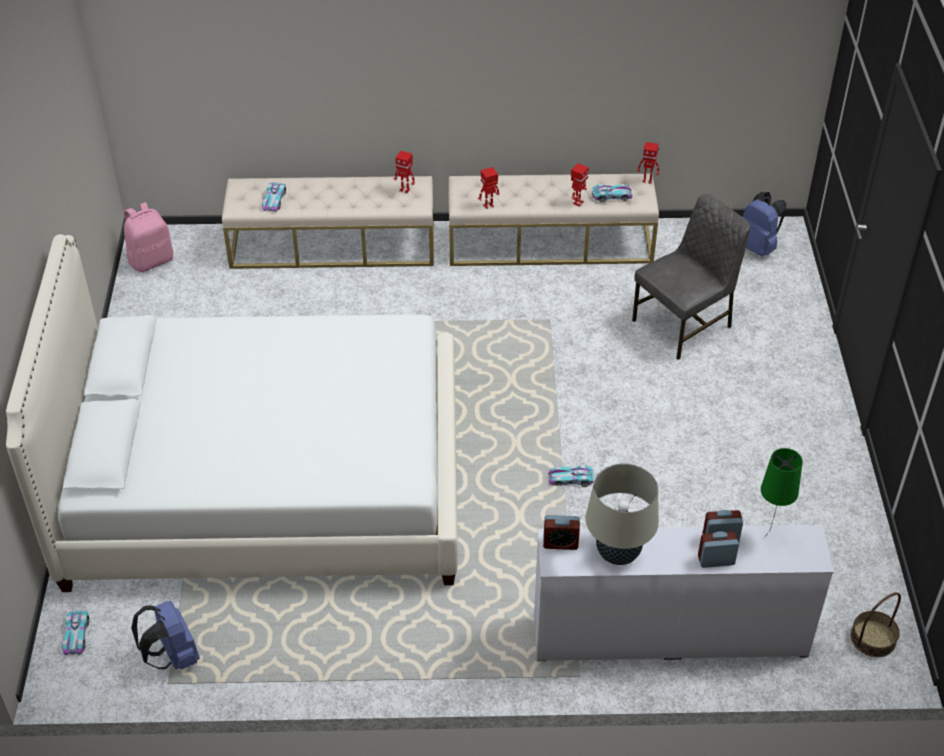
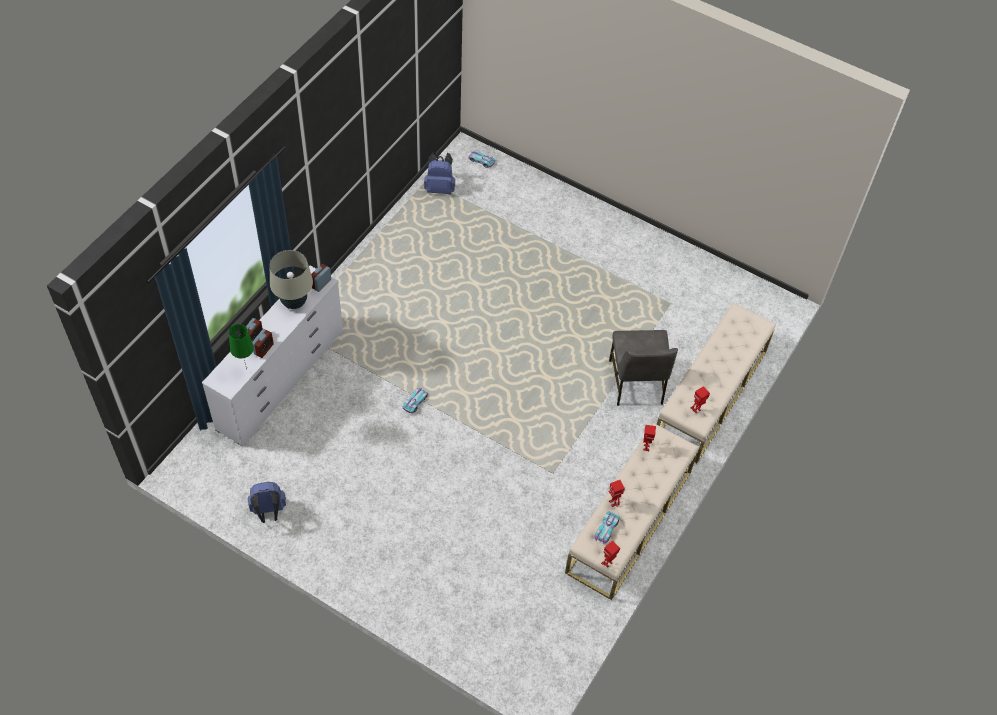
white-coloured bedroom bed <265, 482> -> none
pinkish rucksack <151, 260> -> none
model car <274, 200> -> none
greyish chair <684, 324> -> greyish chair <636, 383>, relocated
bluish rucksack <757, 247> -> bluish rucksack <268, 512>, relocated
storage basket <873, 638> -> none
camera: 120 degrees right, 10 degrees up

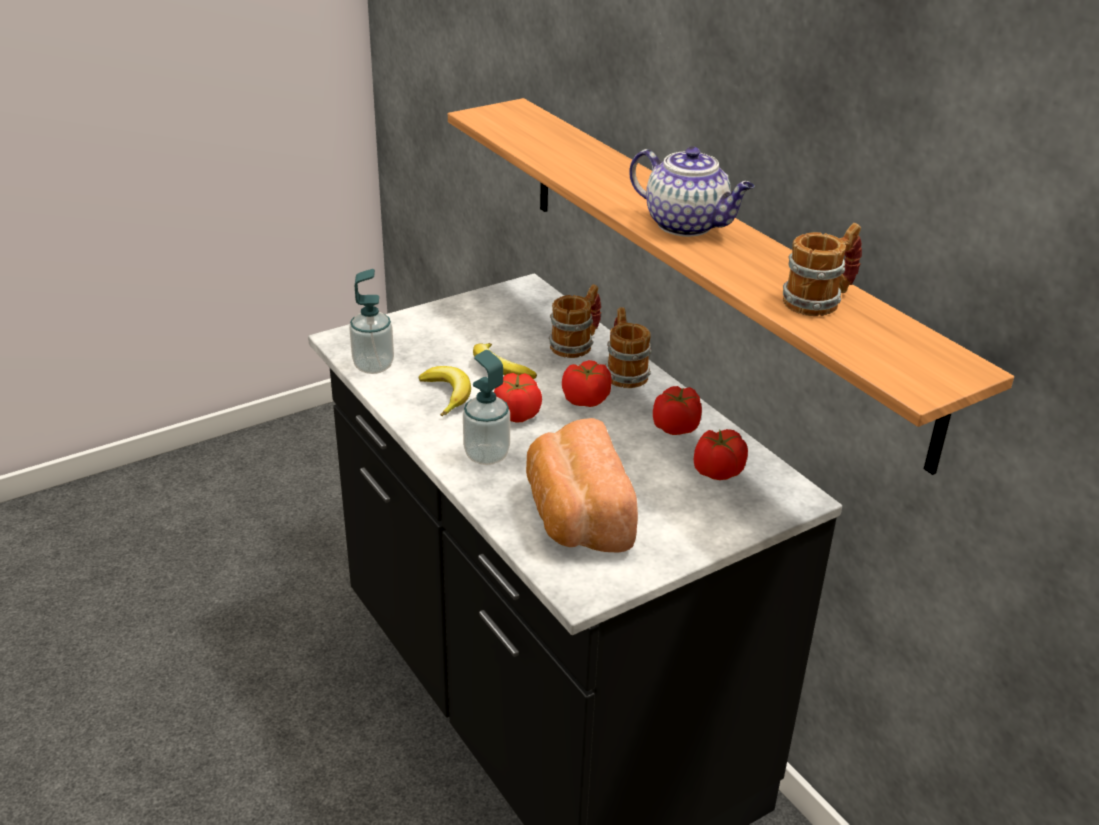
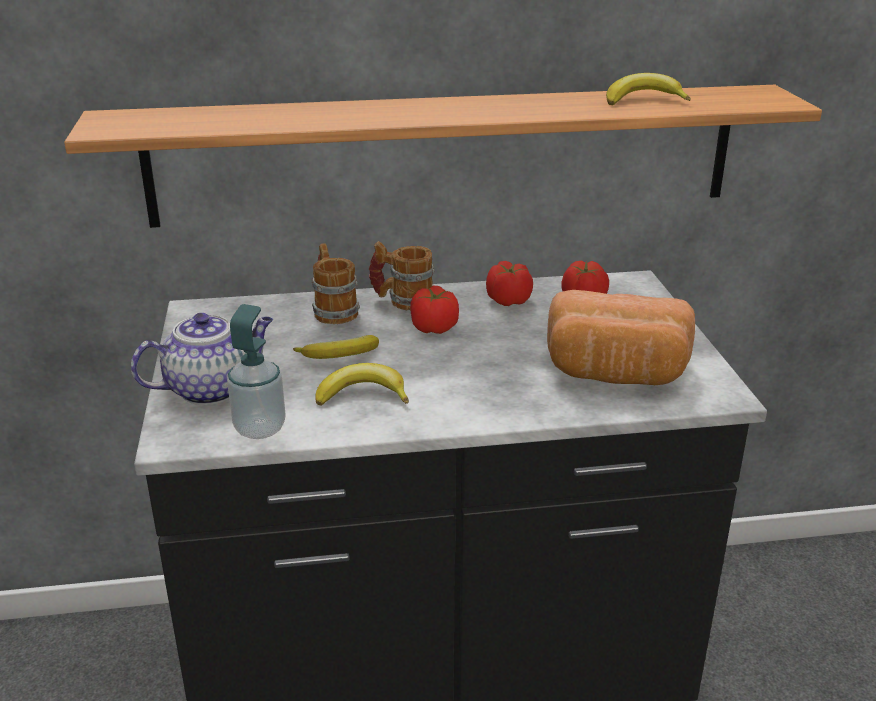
soap dispenser <486, 455> -> none
whole tomato <517, 414> -> none
teapot <687, 225> -> teapot <211, 389>, relocated
coffee mug <820, 300> -> banana fruit <644, 100>
camera: 65 degrees left, 5 degrees down

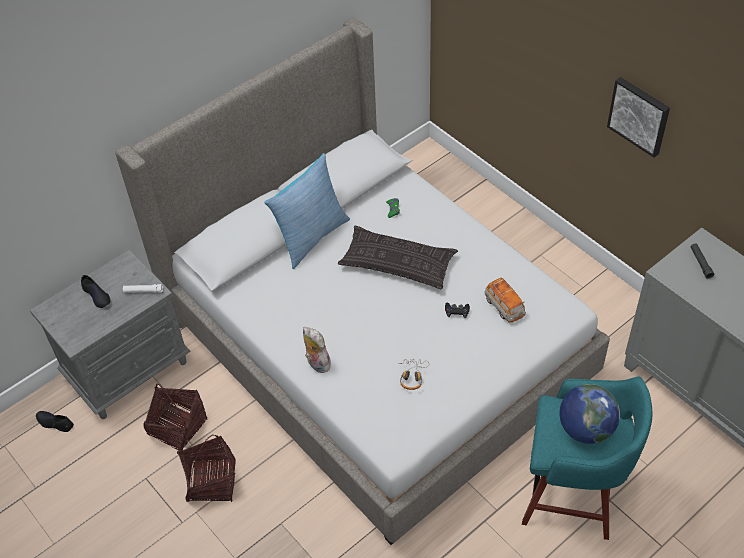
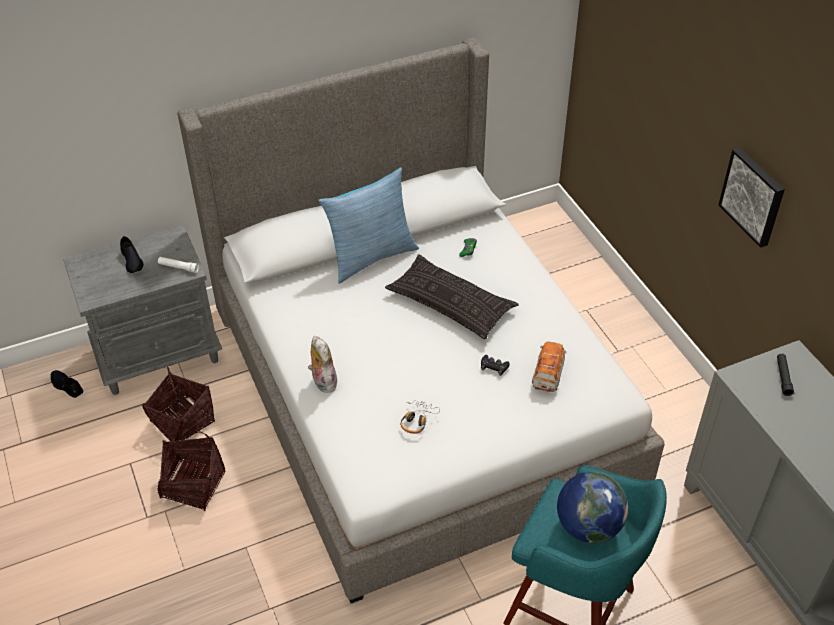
model car <504, 307> -> model car <548, 375>, 150 degrees counterclockwise
camera: 15 degrees right, 5 degrees down

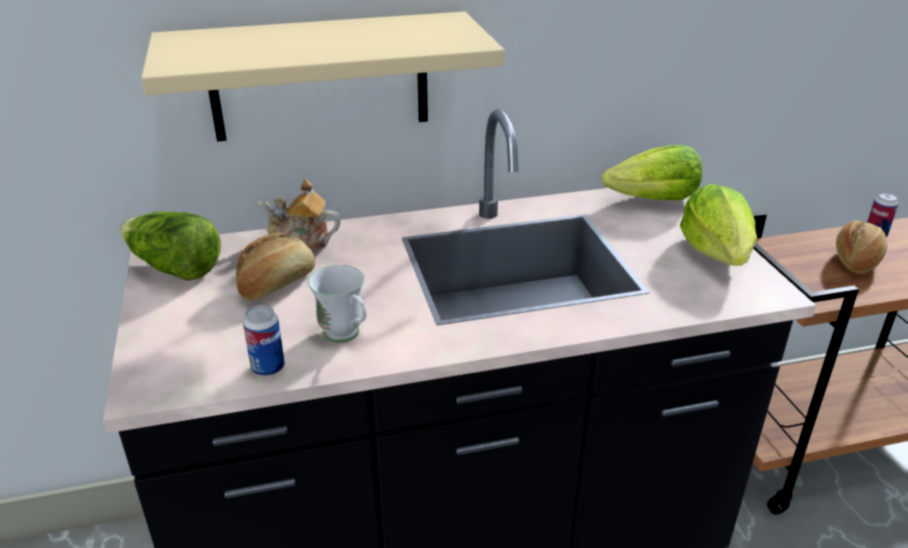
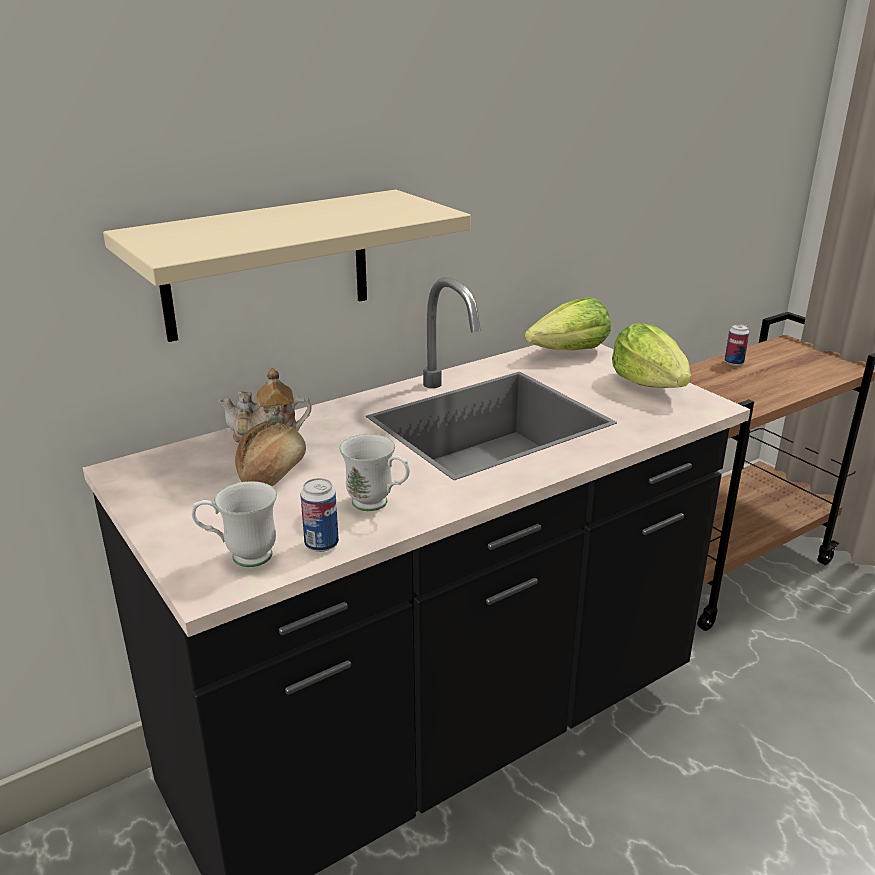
lettuce head <174, 268> -> none
bread <856, 260> -> none
none -> white-coloured coffee mug <241, 557>
camera: 20 degrees left, 5 degrees down

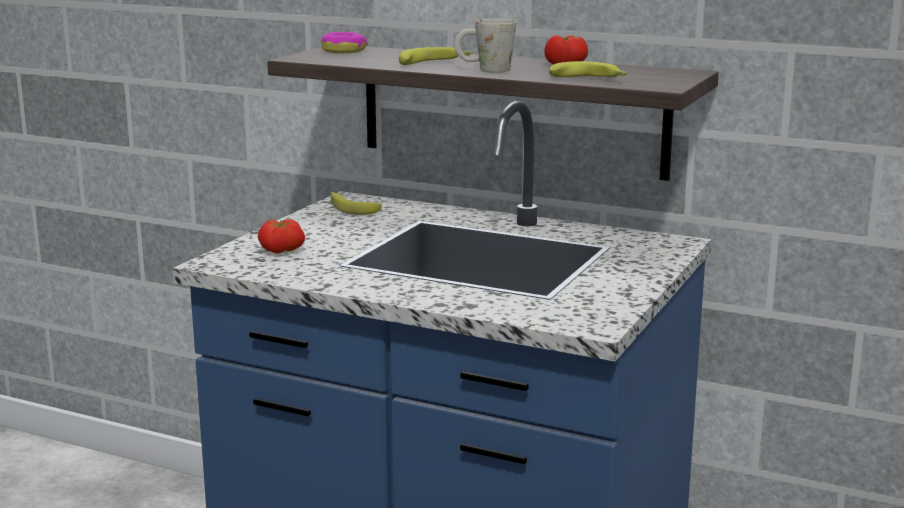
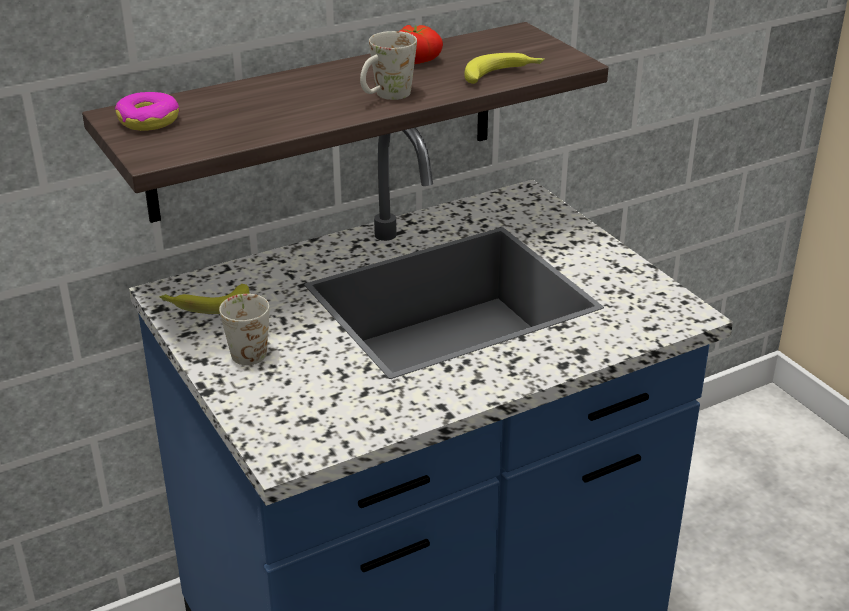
whole tomato <280, 251> -> none
banana fruit <435, 63> -> none
none -> white-coloured coffee mug <246, 348>
camera: 55 degrees left, 15 degrees up

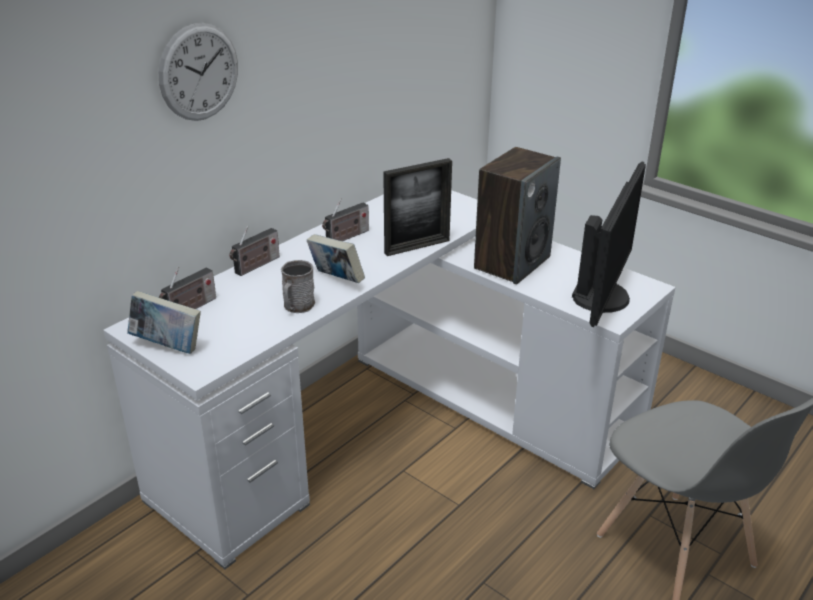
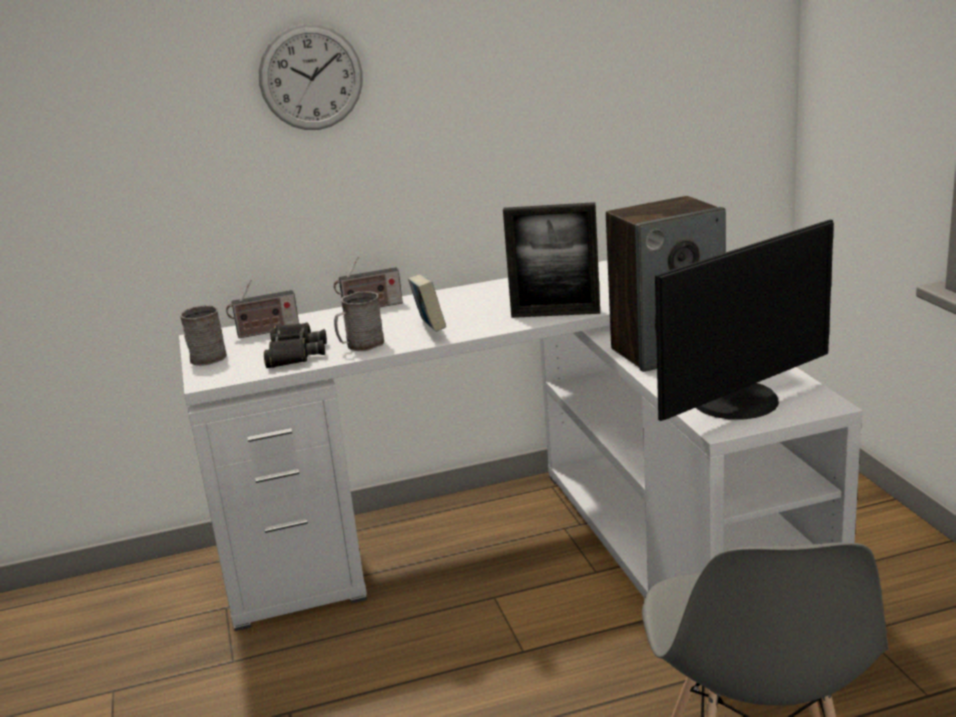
book <168, 346> -> greyish coffee mug <209, 356>
radio set <346, 237> -> none
none -> black-coloured binoculars <294, 353>
camera: 35 degrees right, 10 degrees down

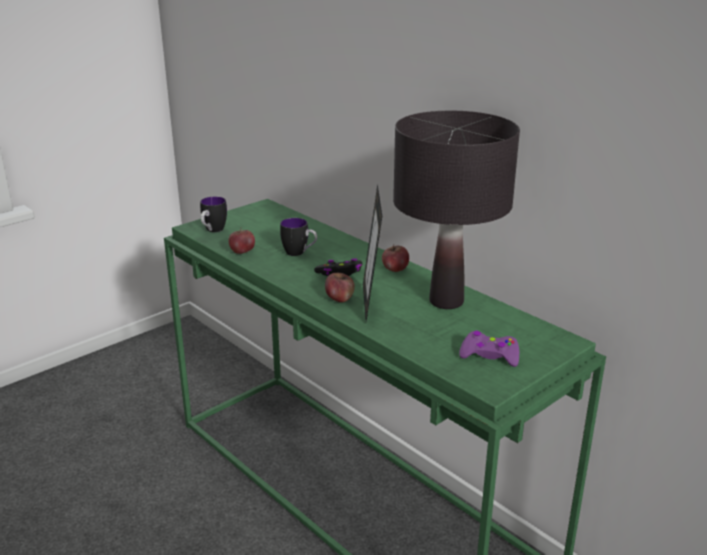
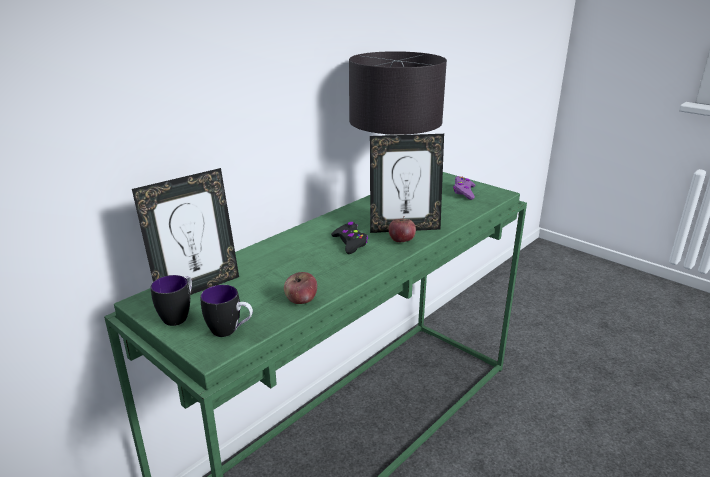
coffee mug <299, 253> -> coffee mug <179, 315>, relocated
apple <395, 269> -> none
none -> picture frame <197, 288>
camera: 95 degrees left, 0 degrees up

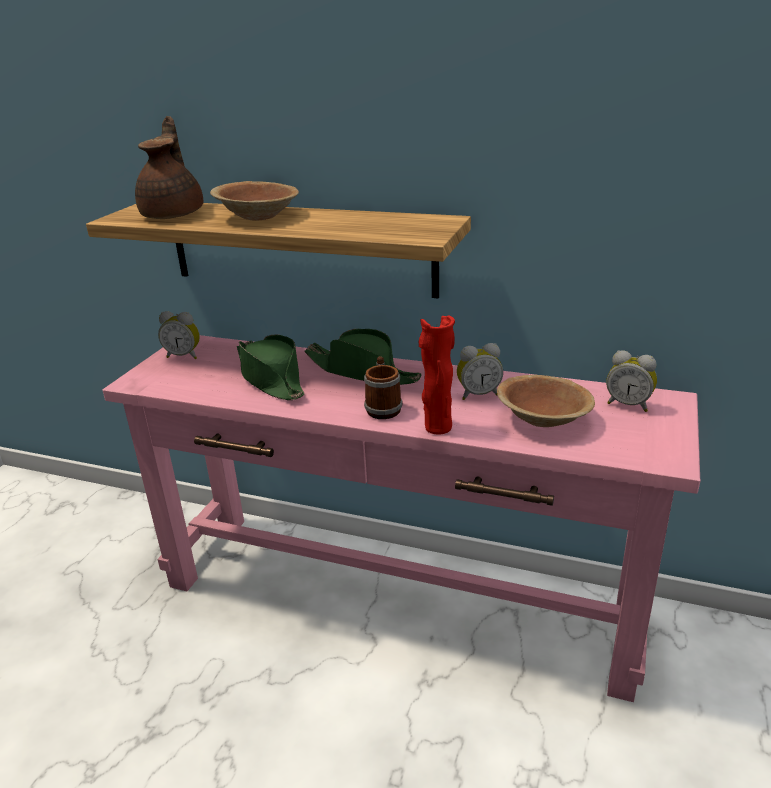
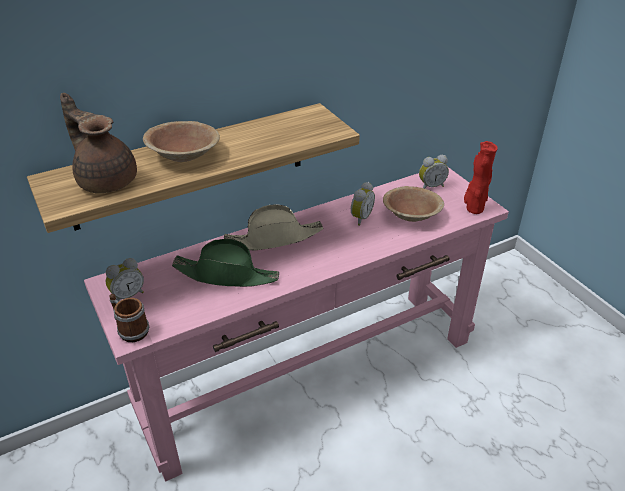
green clothing hat <362, 371> -> sand-coloured clothing hat <274, 238>
coffee mug <383, 407> -> coffee mug <130, 329>, relocated
red-coloured flower vase <437, 427> -> red-coloured flower vase <473, 209>, relocated
camera: 50 degrees left, 10 degrees up

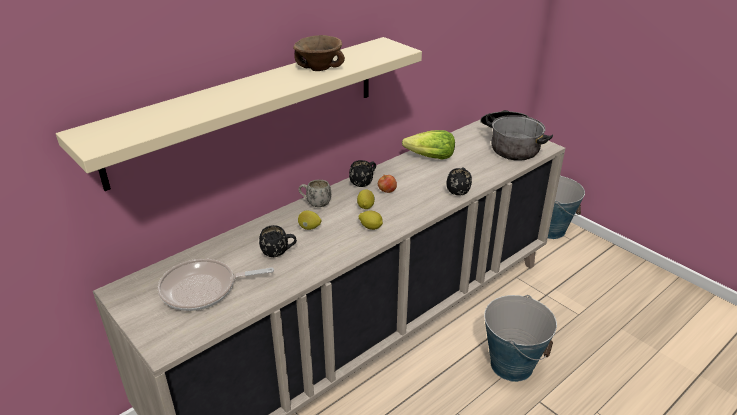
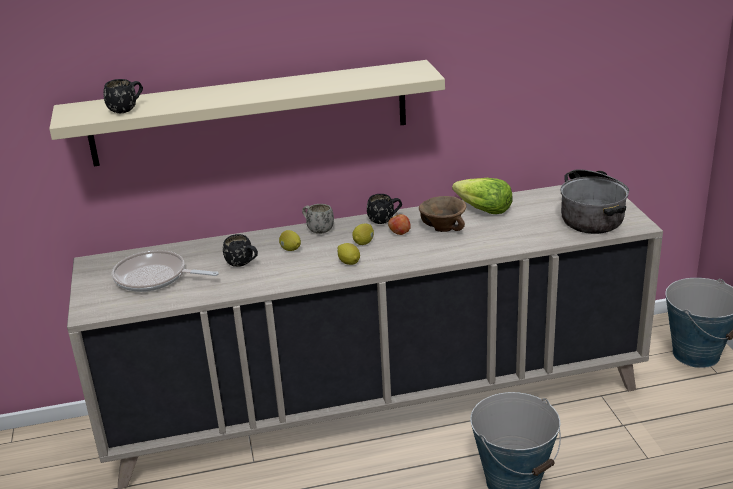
brown-coloured bowl <320, 69> -> brown-coloured bowl <443, 229>, relocated
black-coloured coffee mug <458, 190> -> black-coloured coffee mug <127, 109>, relocated
camera: 30 degrees right, 5 degrees down

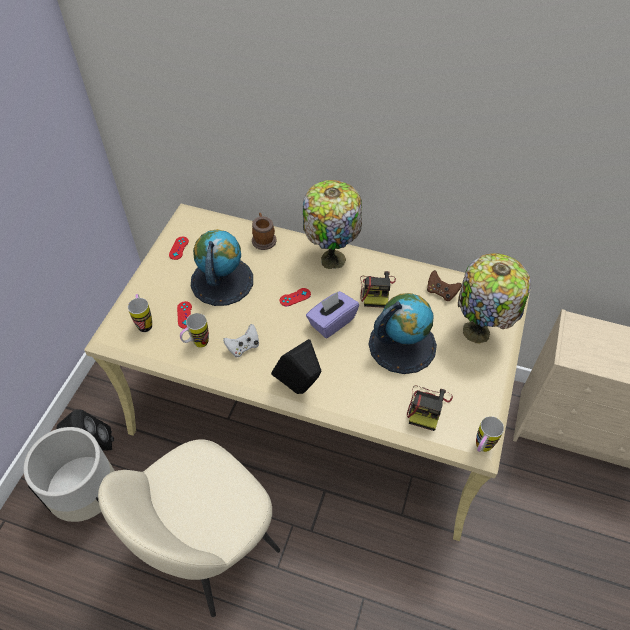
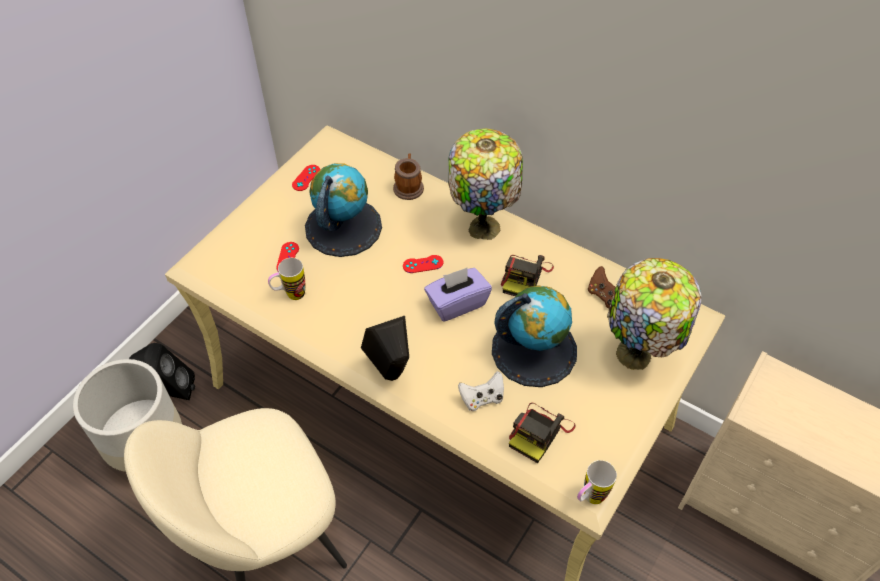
coffee mug <144, 322> -> none
white-coloured joypad <243, 347> -> white-coloured joypad <482, 398>, relocated
camera: 15 degrees right, 0 degrees up

